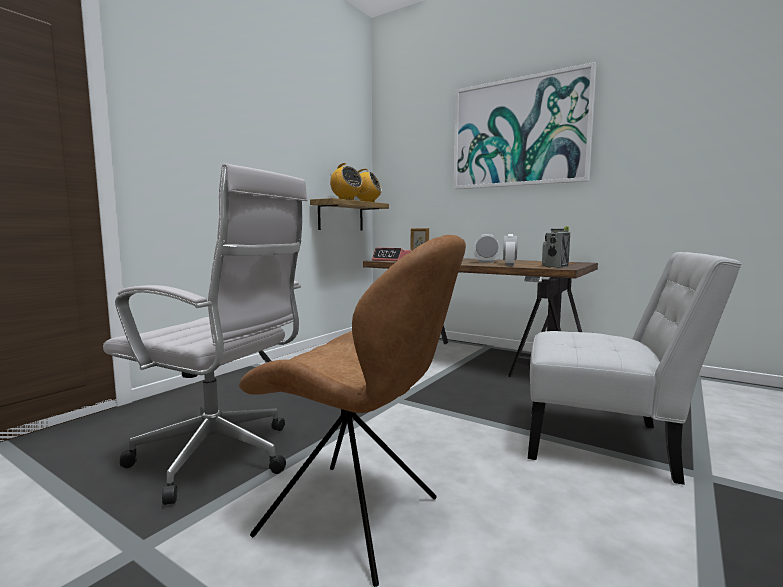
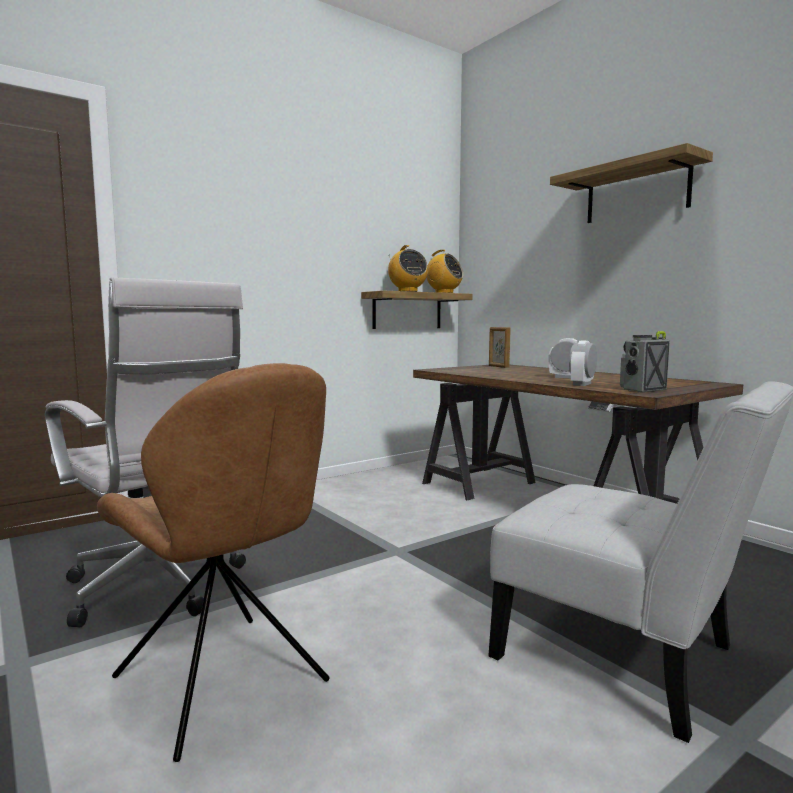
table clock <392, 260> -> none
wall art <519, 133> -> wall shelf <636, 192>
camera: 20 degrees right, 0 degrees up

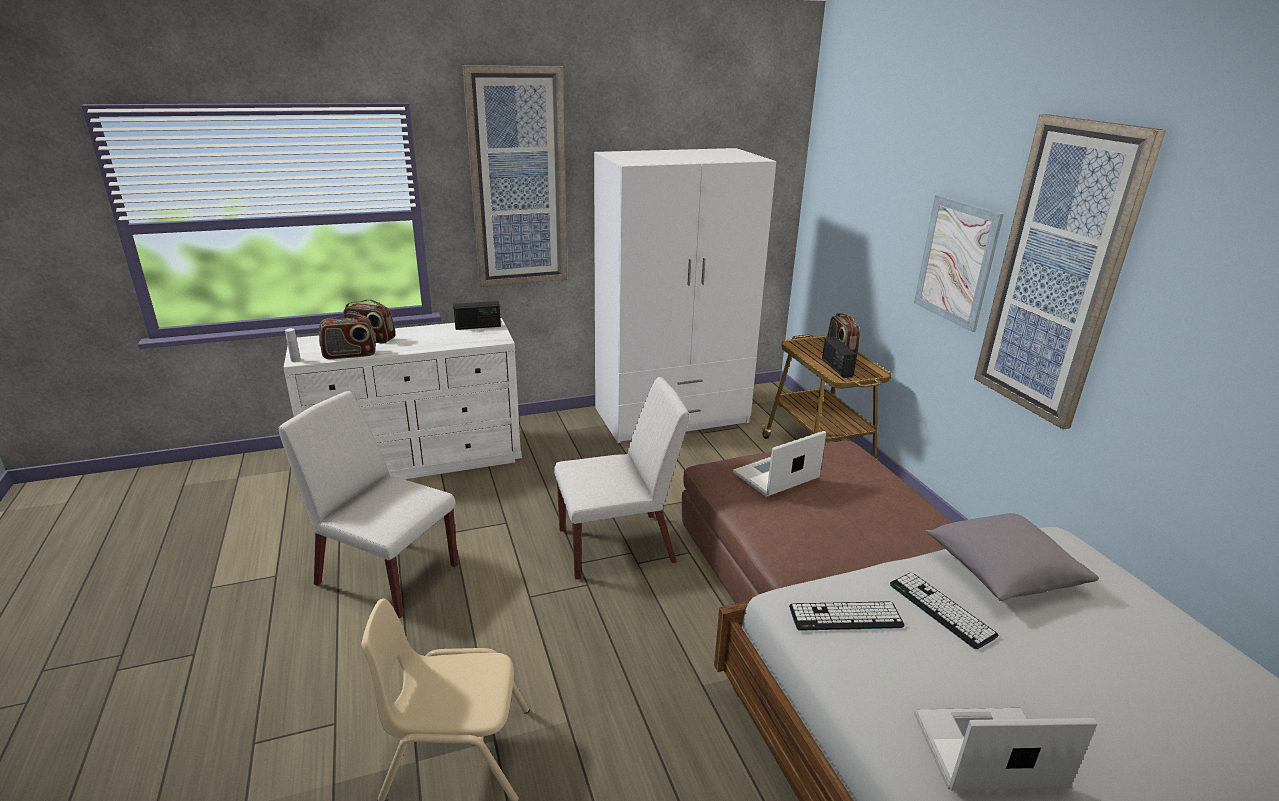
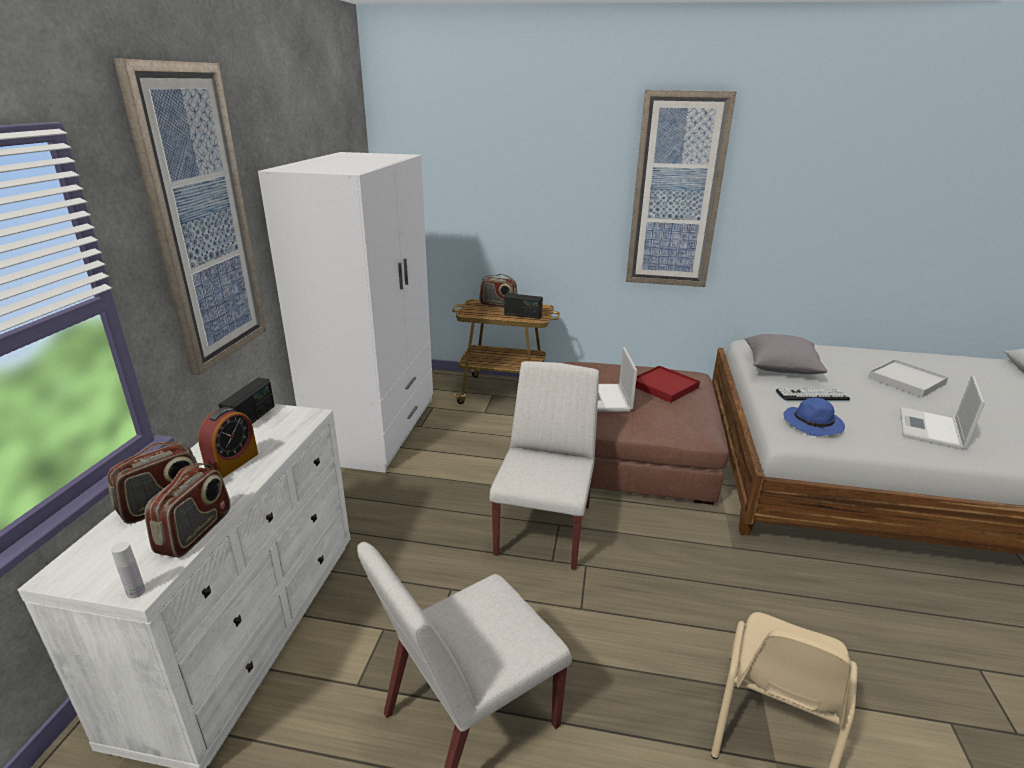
PC keyboard <845, 617> -> bluish clothing hat <813, 424>
wall art <956, 262> -> none
none -> table clock <232, 463>
none -> red-coloured serving tray <664, 386>
none -> white-coloured serving tray <906, 381>
camera: 60 degrees left, 0 degrees up

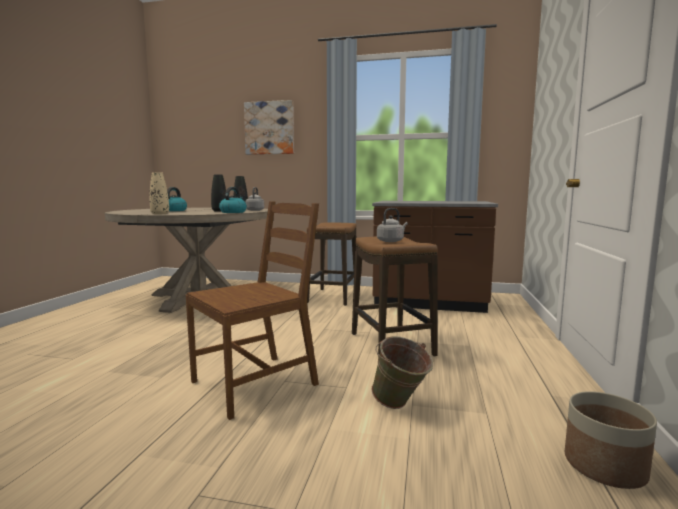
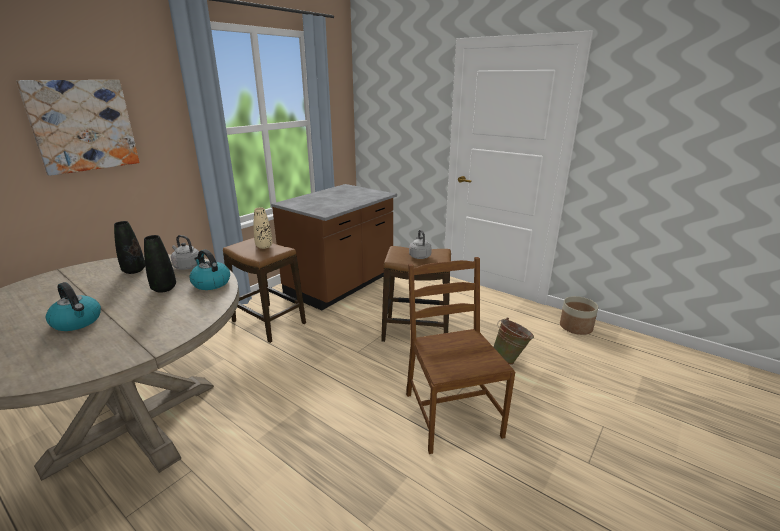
sand-coloured flower vase <160, 214> -> sand-coloured flower vase <264, 246>, relocated
camera: 65 degrees left, 15 degrees up

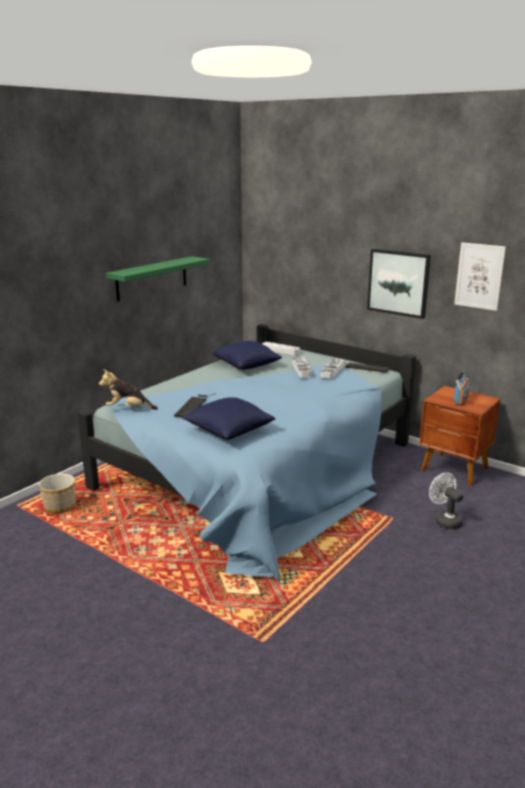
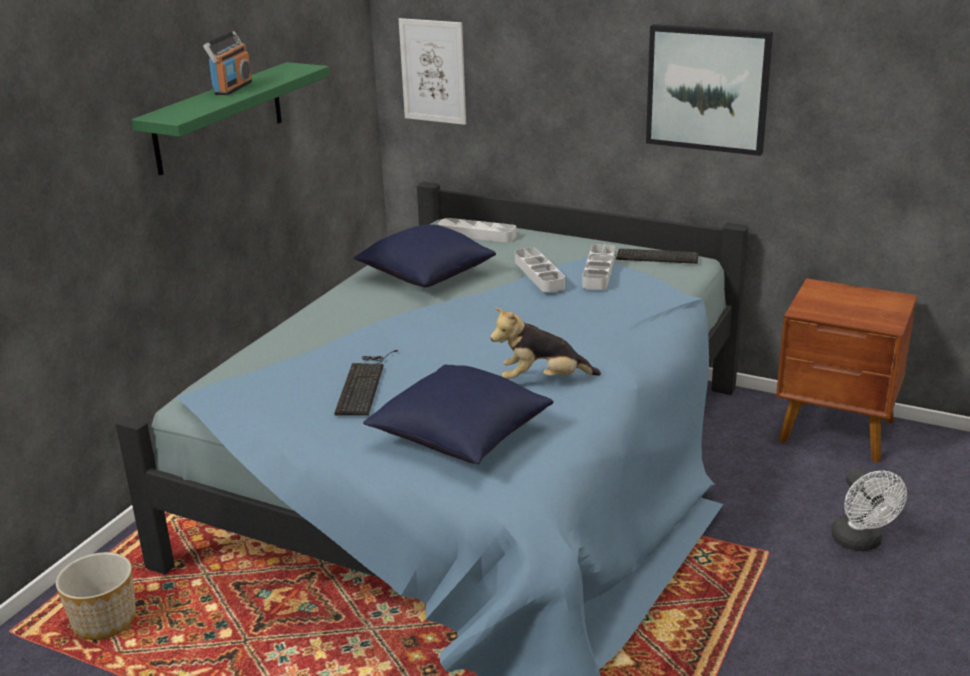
plush toy <128, 409> -> plush toy <542, 380>, relocated
white-coloured cooling fan <444, 520> -> white-coloured cooling fan <860, 543>, 150 degrees counterclockwise
wall art <479, 276> -> wall art <433, 71>, relocated
radio set <461, 400> -> radio set <232, 88>, relocated
camera: 10 degrees left, 5 degrees up

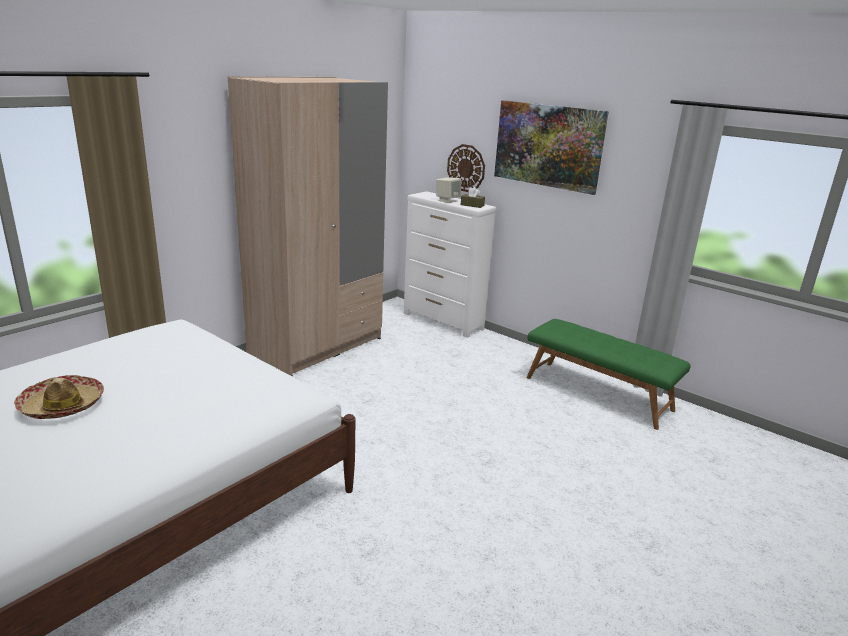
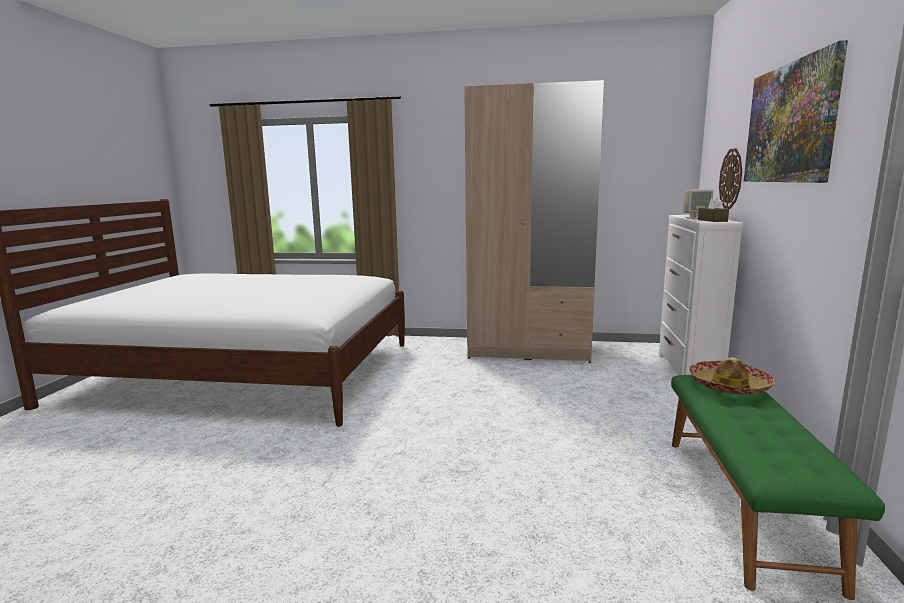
clothing hat <62, 406> -> clothing hat <729, 386>, relocated
camera: 60 degrees right, 10 degrees down

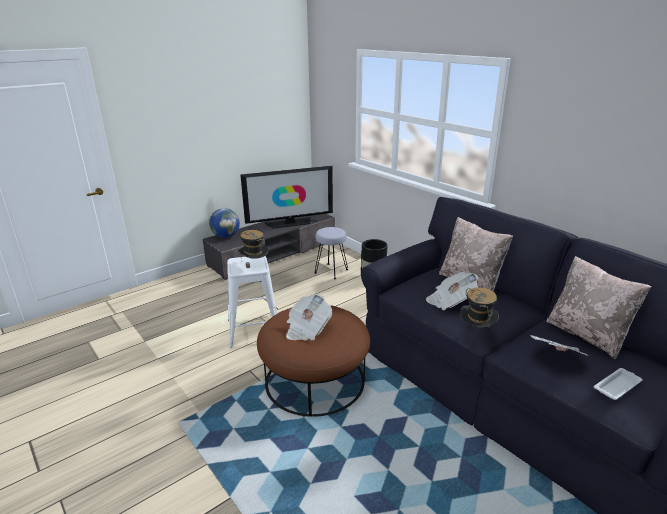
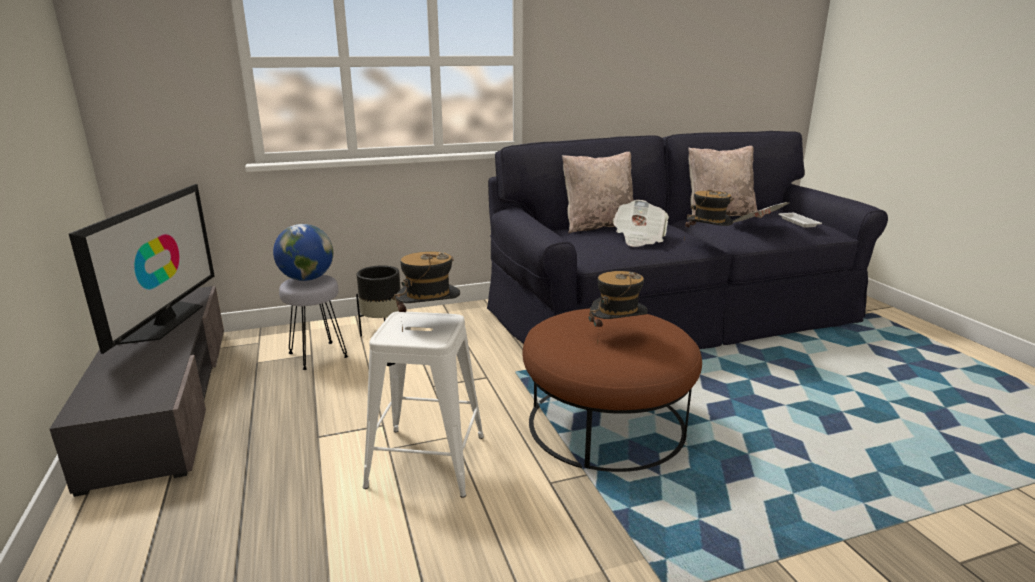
desk globe <226, 236> -> desk globe <307, 279>, relocated
newspaper <307, 329> -> clothing hat <616, 336>
camera: 70 degrees left, 5 degrees down

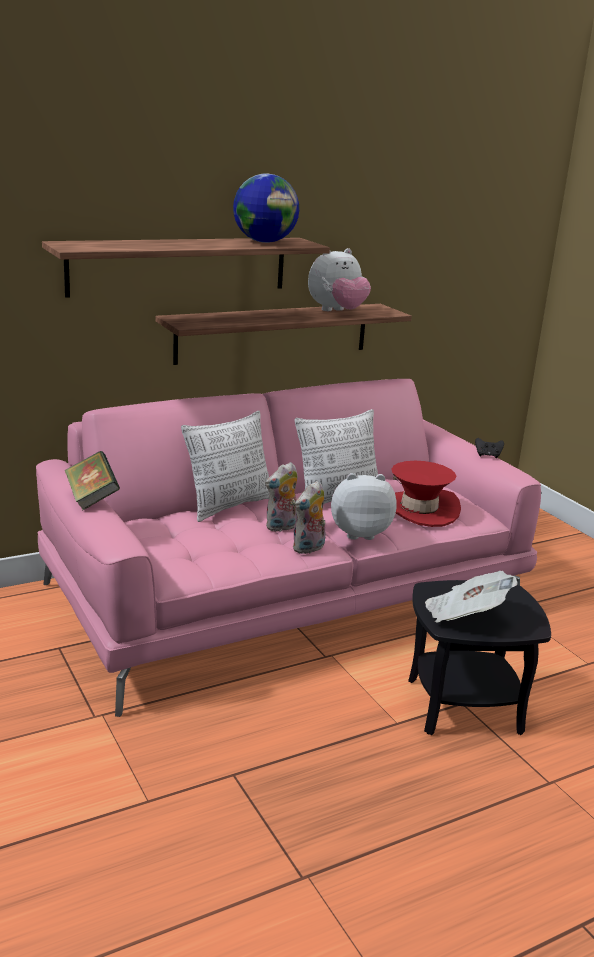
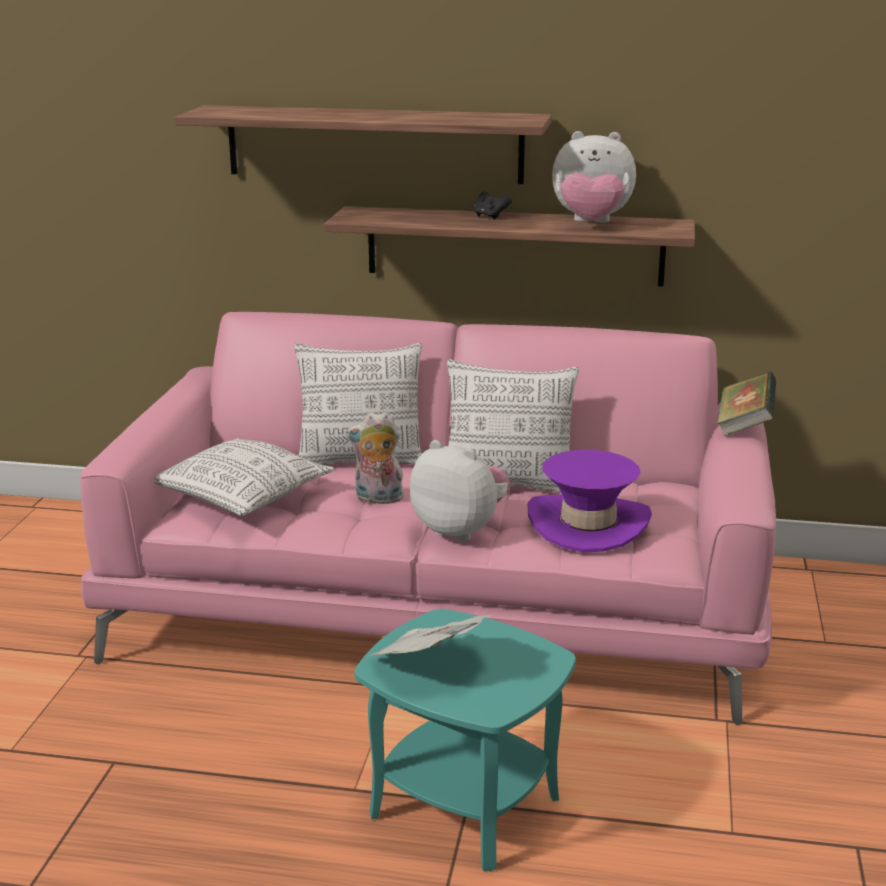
book <92, 498> -> book <744, 426>, relocated
desk globe <264, 242> -> none
plush toy <309, 548> -> none
red-coloured clothing hat <419, 509> -> purplish clothing hat <588, 524>
black-coloured accent table <464, 706> -> turquoise accent table <465, 807>
black-coloured joypad <487, 456> -> black-coloured joypad <490, 217>, relocated
none -> cushion <241, 497>
camera: 40 degrees right, 0 degrees up

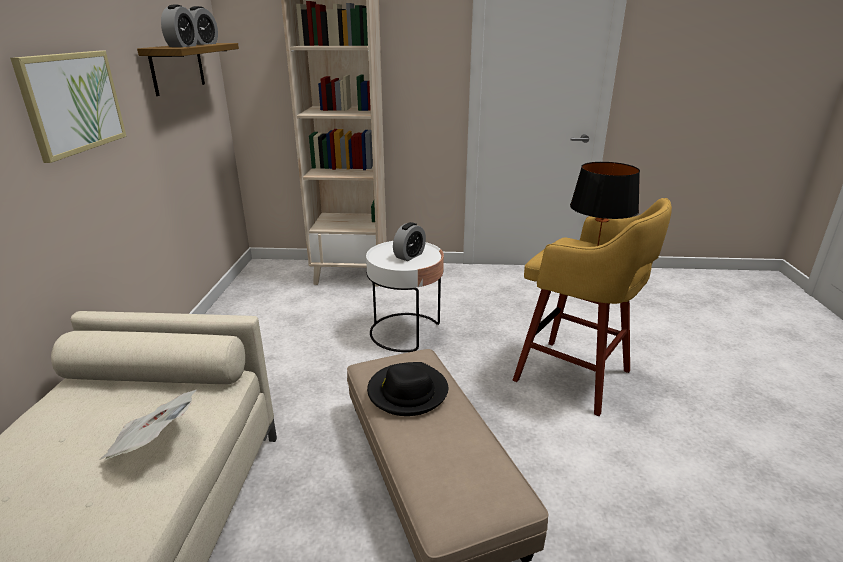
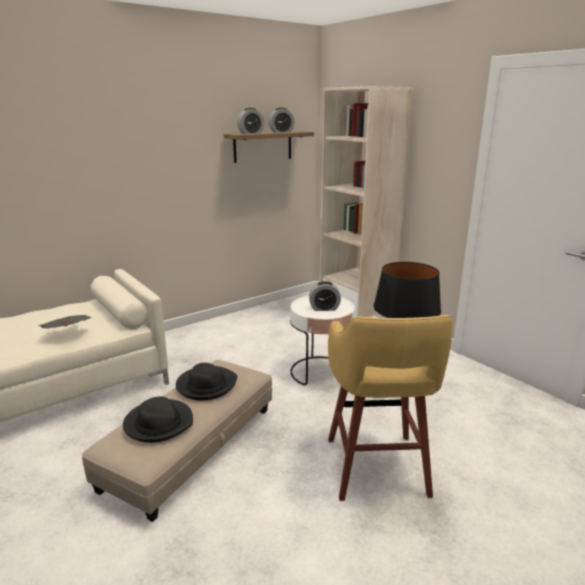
wall art <73, 102> -> none
none -> black-coloured clothing hat <159, 423>
camera: 50 degrees right, 5 degrees down

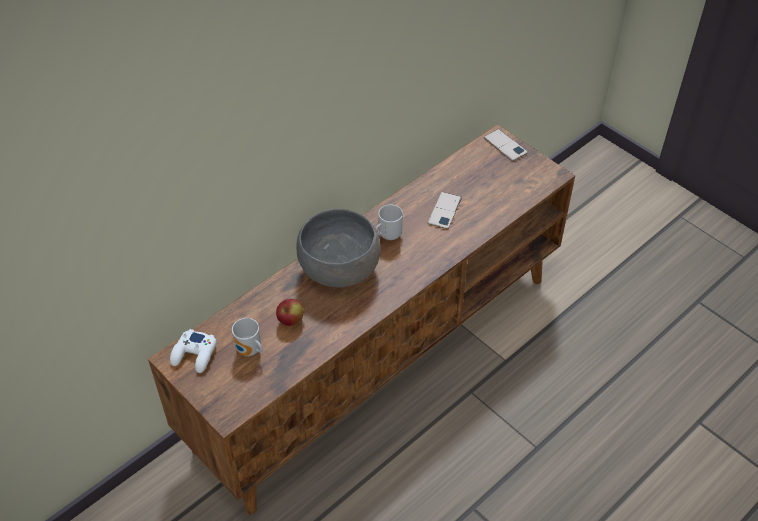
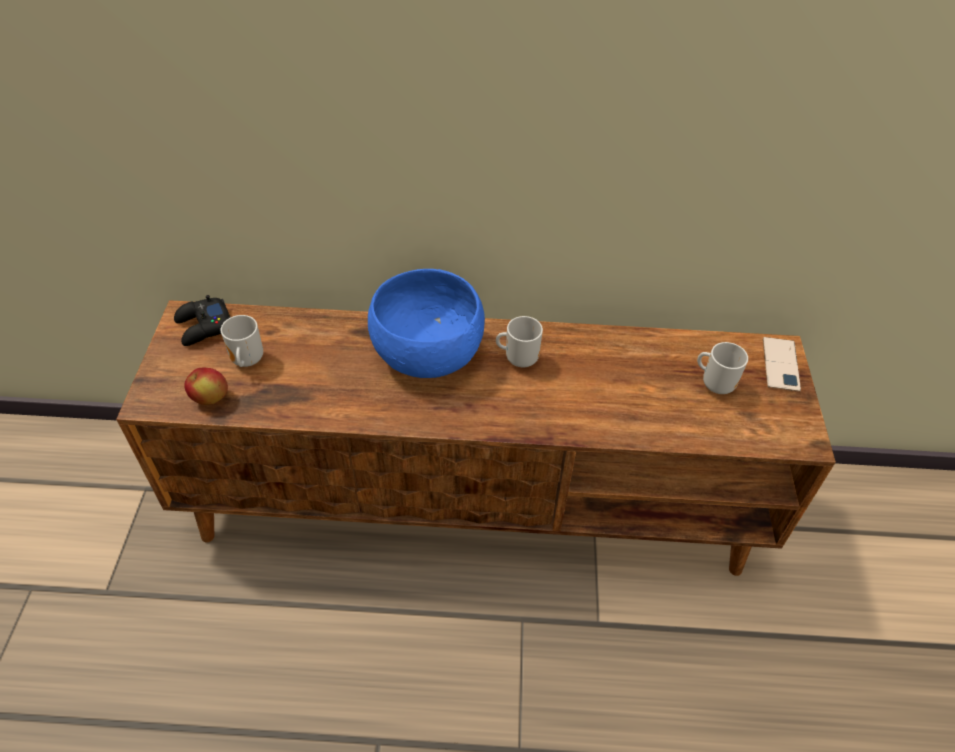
white-coloured joypad <195, 354> -> black-coloured joypad <203, 327>
apple <291, 320> -> apple <210, 398>, relocated
greyish bowl <339, 269> -> bluish bowl <427, 353>
phone <444, 211> -> none
none -> coffee mug <715, 384>
camera: 45 degrees right, 0 degrees up

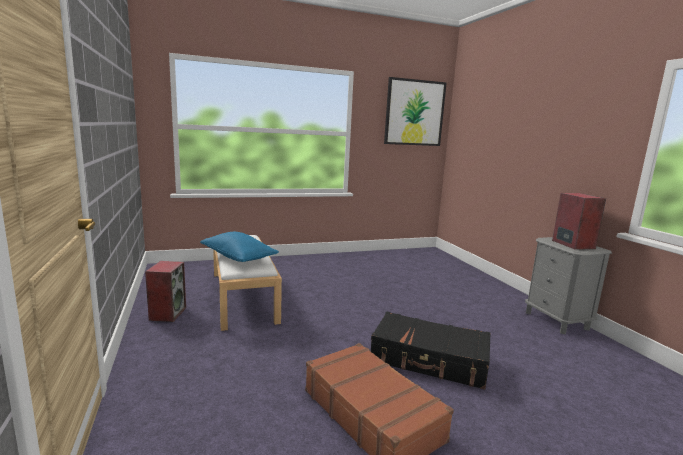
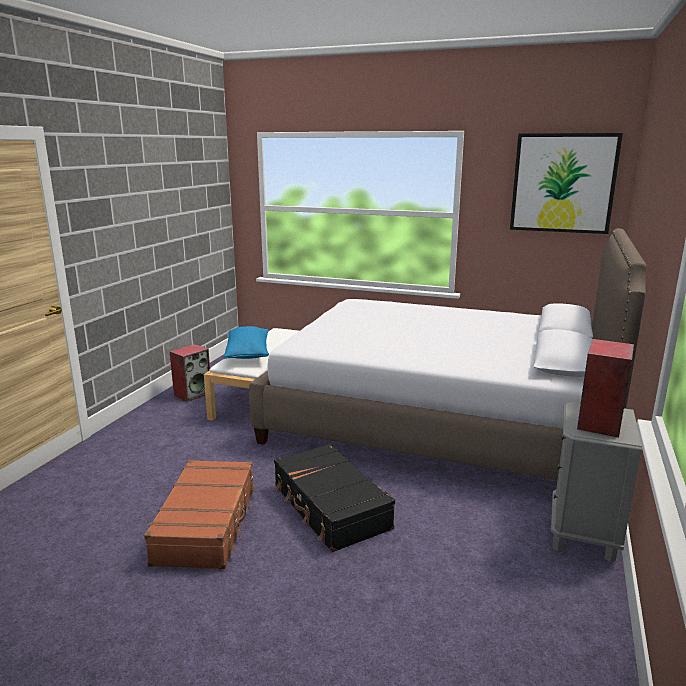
none -> bedroom bed <440, 420>
camera: 40 degrees right, 5 degrees up

